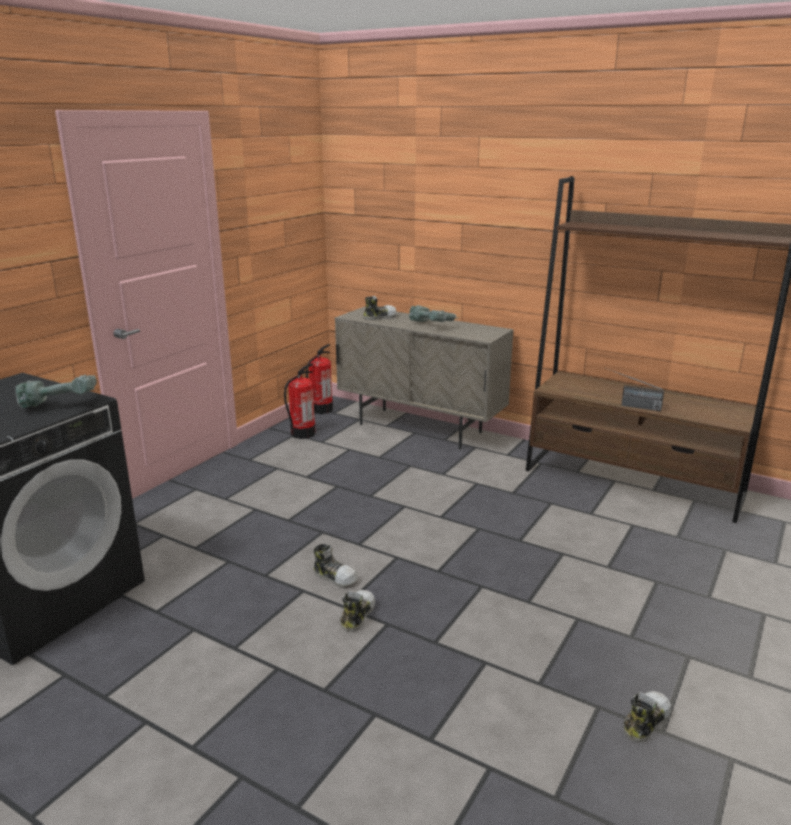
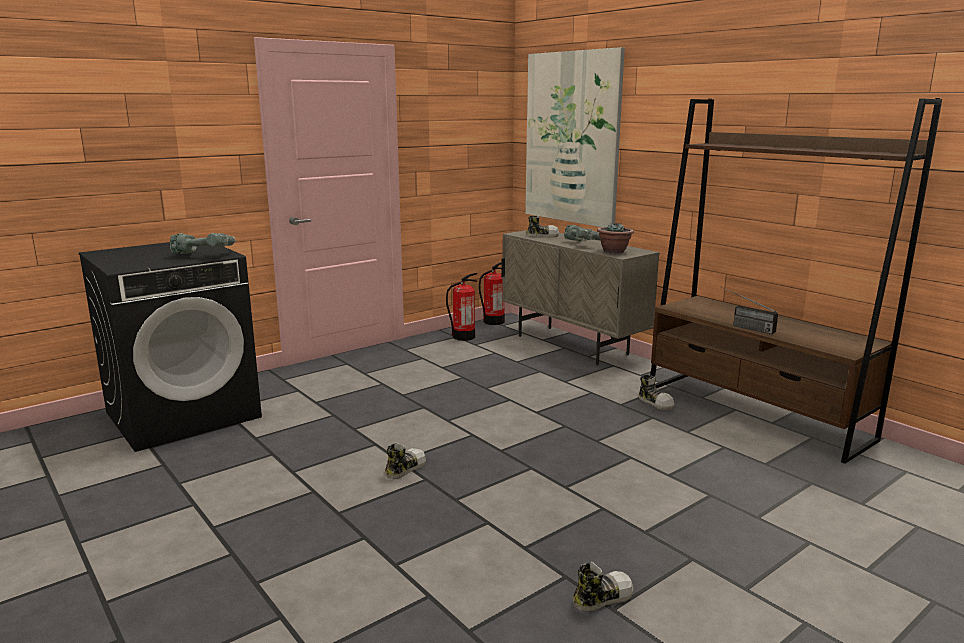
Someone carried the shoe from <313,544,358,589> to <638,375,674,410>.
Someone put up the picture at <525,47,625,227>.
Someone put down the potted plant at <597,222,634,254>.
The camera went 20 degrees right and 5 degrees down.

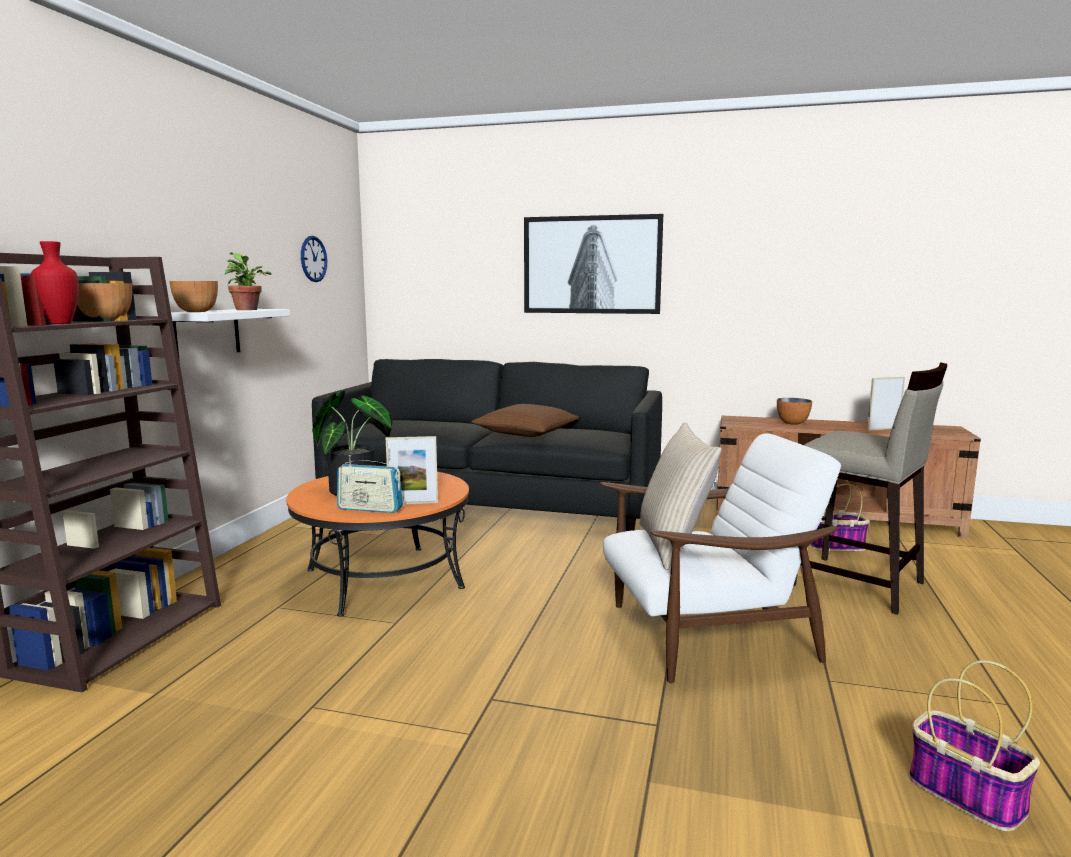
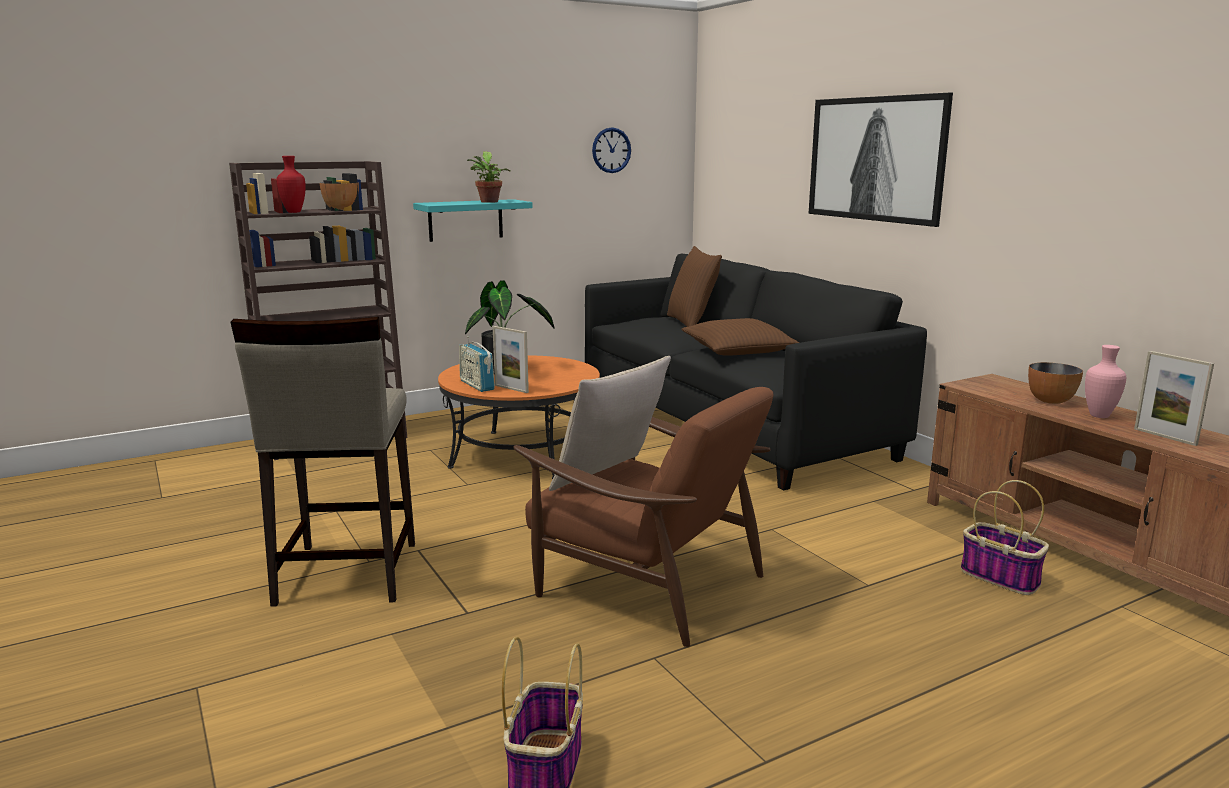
Someone took away the serving bowl at <170,281,218,312>.
Someone repainted the white-coloured shelf at <157,309,290,356>, which became the turquoise-coloured shelf at <413,199,533,242>.
Someone carried the sand-coloured stool seat from <794,362,947,615> to <230,317,415,607>.
Someone rotated the standing frame at <867,377,905,431> by 150 degrees counterclockwise.
Someone repainted the white-coloured lounge chair at <600,433,841,683>, which became the brown-coloured lounge chair at <513,387,774,647>.
Someone put down the brown-coloured pillow at <667,246,722,327>.
Someone put down the pink decorative vase at <1085,345,1126,418>.
The camera went 45 degrees right and 5 degrees up.

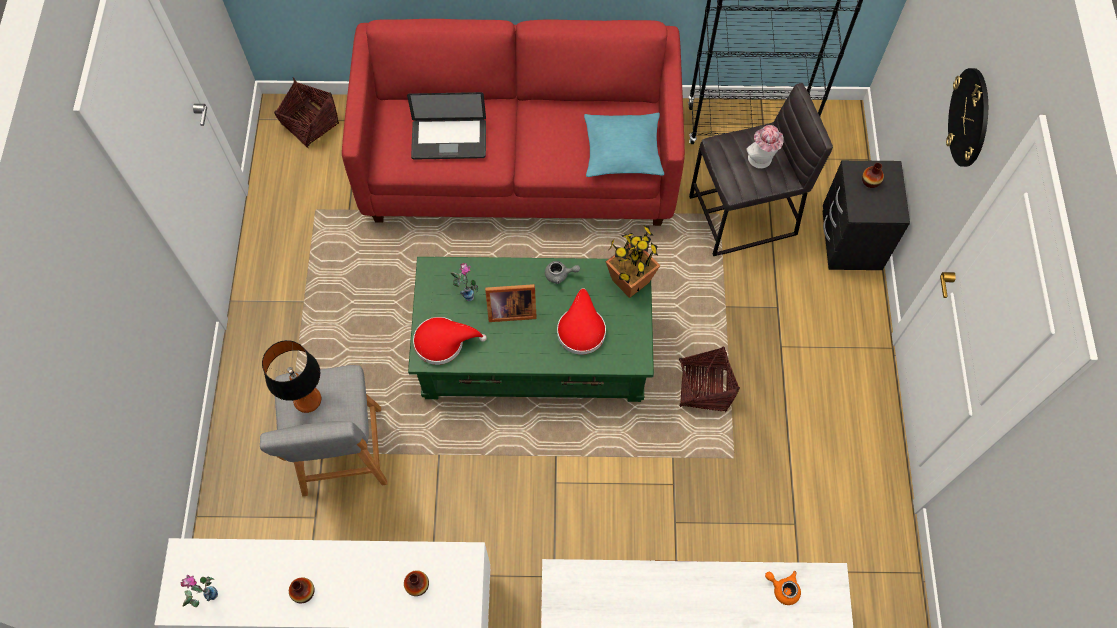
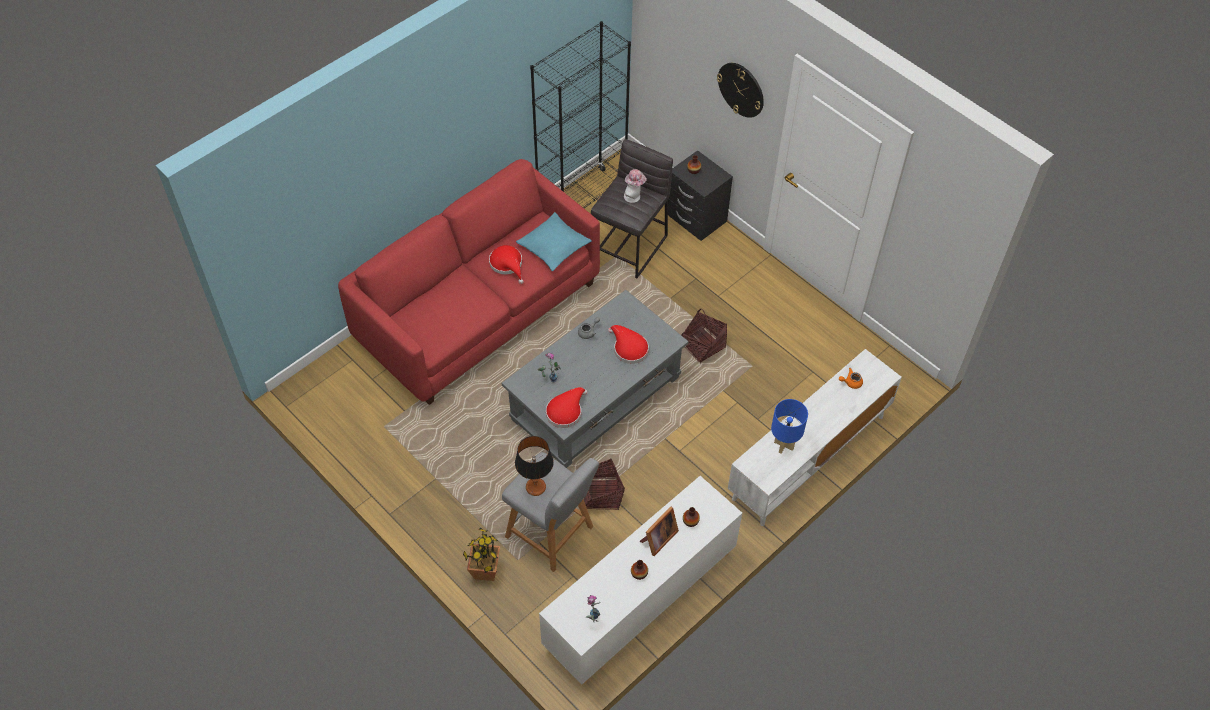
Someone carried the basket from <274,77,339,148> to <584,459,625,510>.
Someone took away the laptop at <407,92,486,160>.
Someone carried the potted plant from <606,225,660,298> to <463,528,500,581>.
Someone repainted the green-coloured coffee table at <408,257,654,402>, which became the greyish coffee table at <502,290,688,468>.
Someone carried the standing frame from <485,284,537,322> to <639,506,679,556>.
Someone put down the reddish clothing hat at <489,245,524,284>.
Someone put down the blue-coloured lamp for a table at <771,399,808,454>.
The camera went 45 degrees left and 10 degrees down.

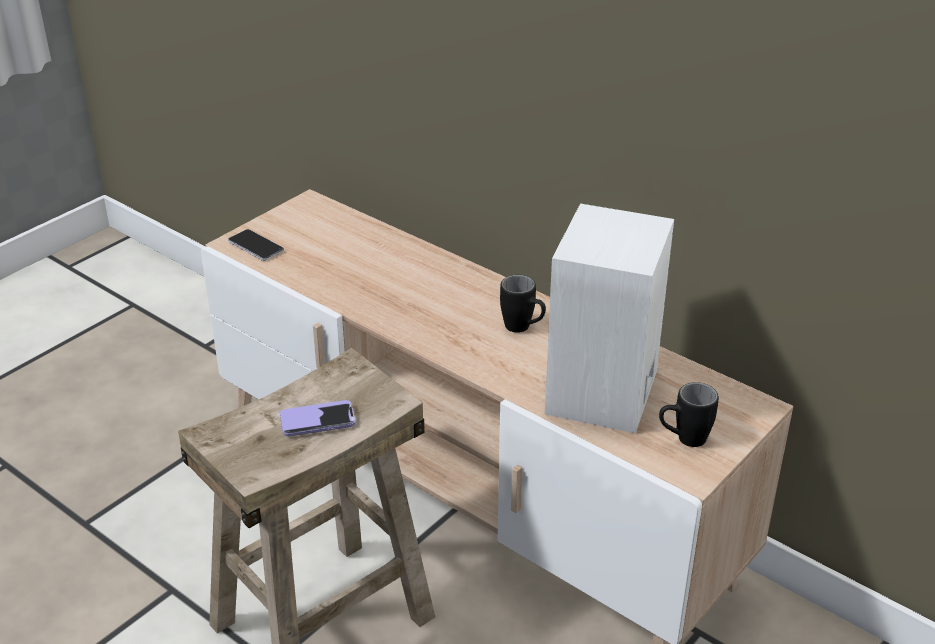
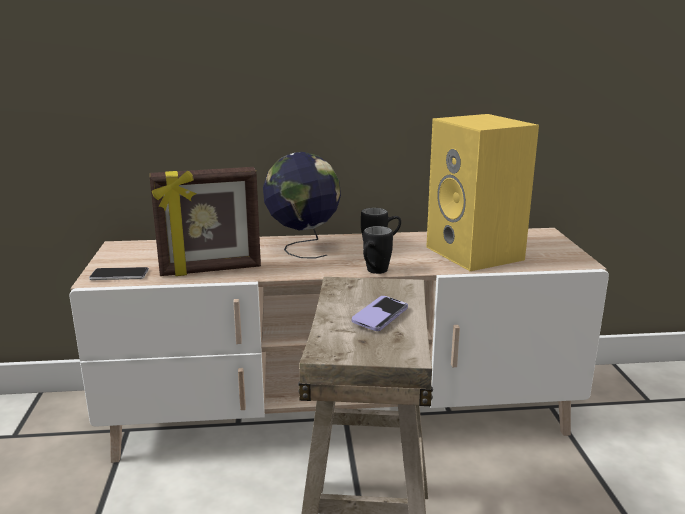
Someone repainted the white-coloured speaker at <545,204,674,434>, which became the yellowish speaker at <426,114,539,271>.
Someone carried the blackish mug from <659,382,719,447> to <363,226,393,274>.
Someone put down the globe at <263,152,341,258>.
Someone put down the standing frame at <149,167,261,276>.
The camera went 45 degrees left and 15 degrees down.

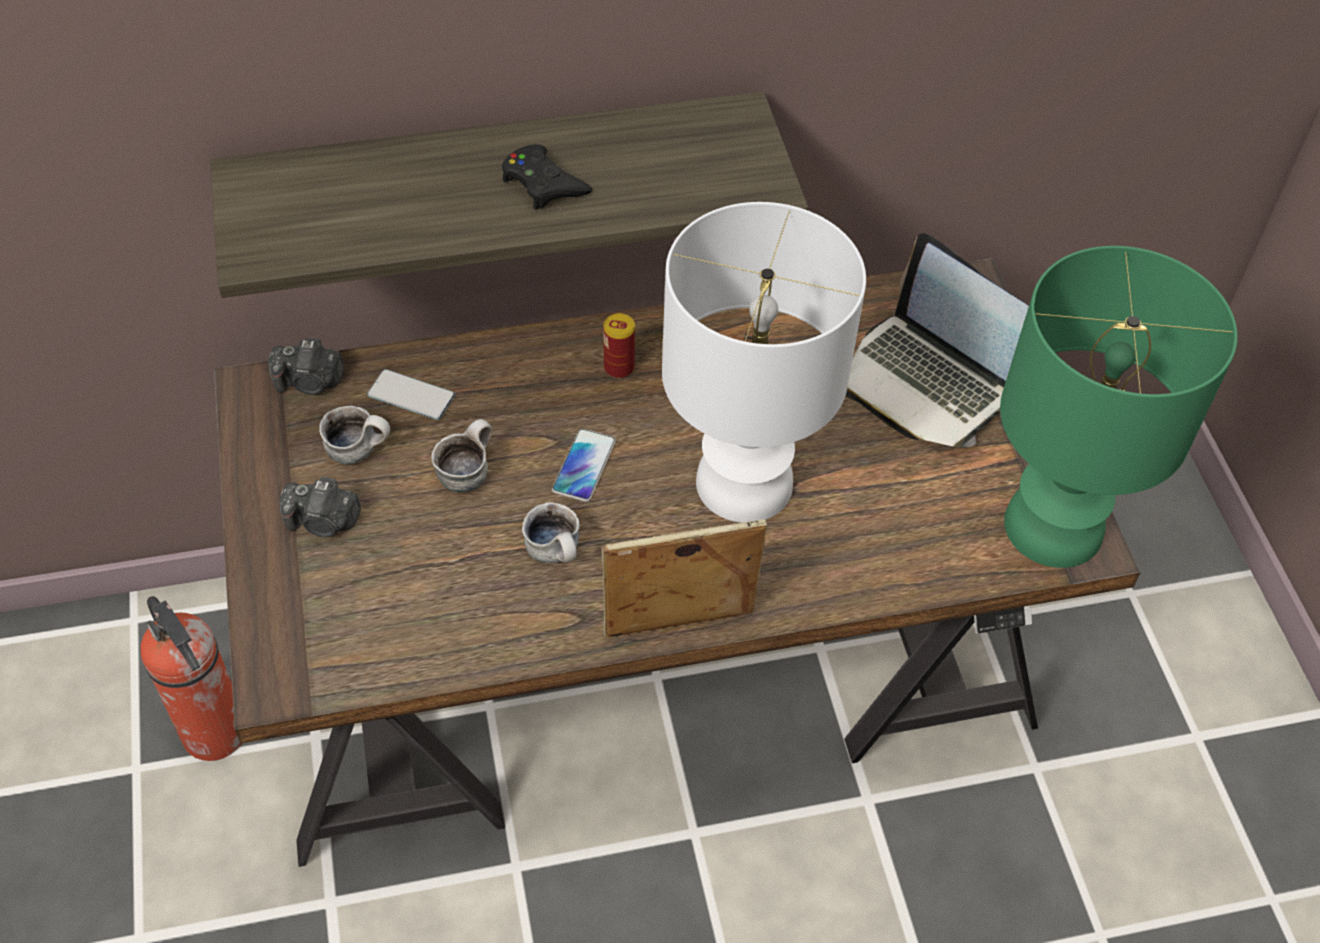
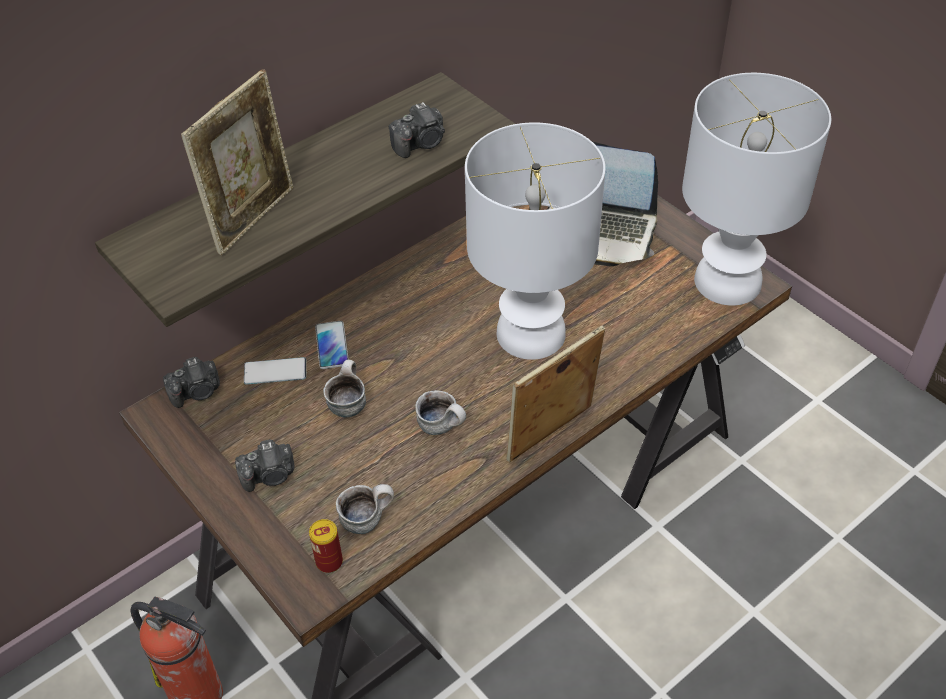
Someone took away the blackish gamepad at <502,144,592,210>.
Someone repainted the green-coloured lamp for a table at <1000,246,1238,568>, which became the white-coloured lamp for a table at <682,73,831,306>.
Someone carried the metal can from <603,313,635,379> to <309,519,343,573>.
Someone carried the mug from <319,406,390,464> to <336,484,394,534>.
Someone carried the telephone from <552,428,616,502> to <315,321,349,369>.
Someone put down the standing frame at <181,69,293,255>.
Someone put down the still camera at <389,102,445,158>.
The camera went 25 degrees left and 5 degrees down.

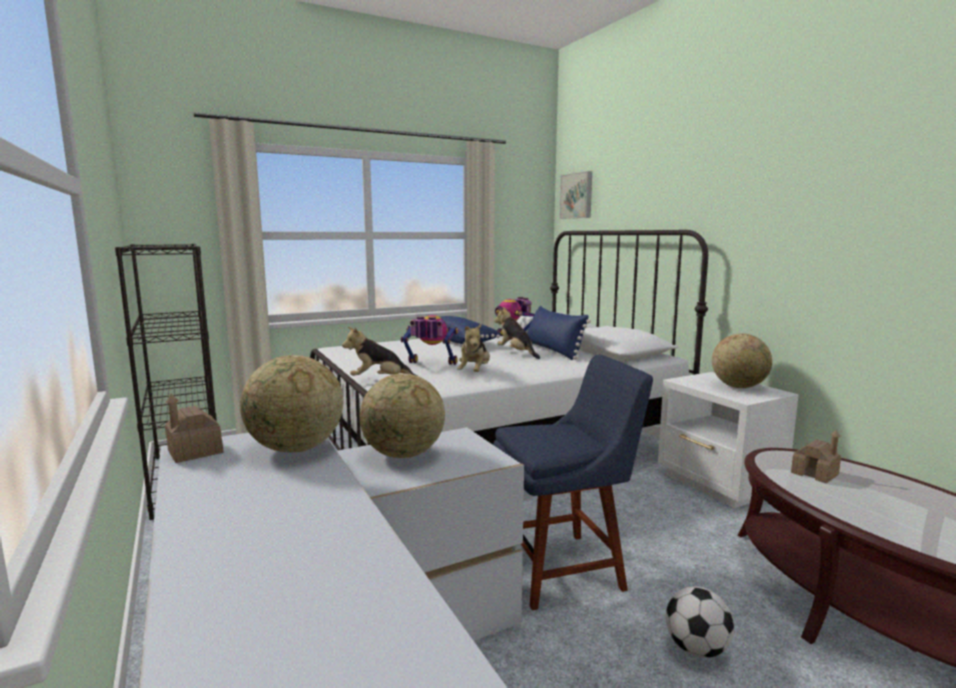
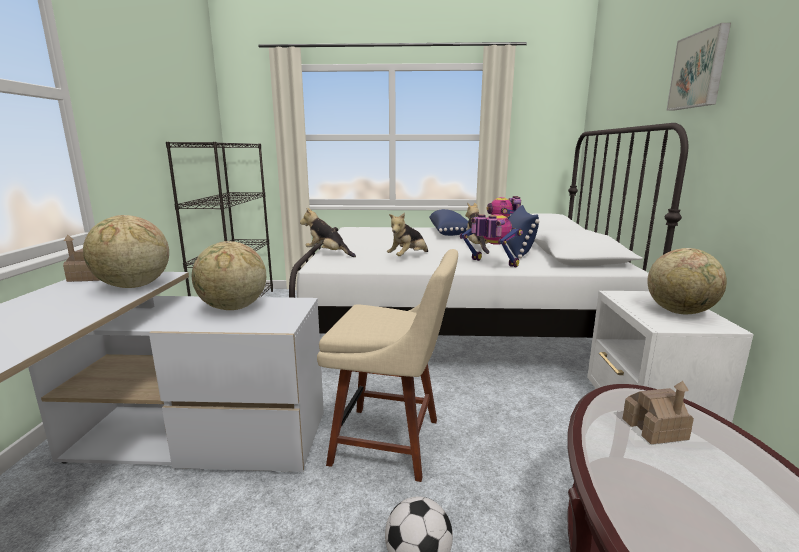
Someone carried the picture from <560,171,592,219> to <666,23,731,111>.
Someone carried the toy robot from <400,315,459,365> to <460,214,523,267>.
Someone repainted the blue-coloured upright chair at <493,355,653,610>, which became the sand-coloured upright chair at <317,249,458,482>.
The camera went 30 degrees right and 5 degrees up.

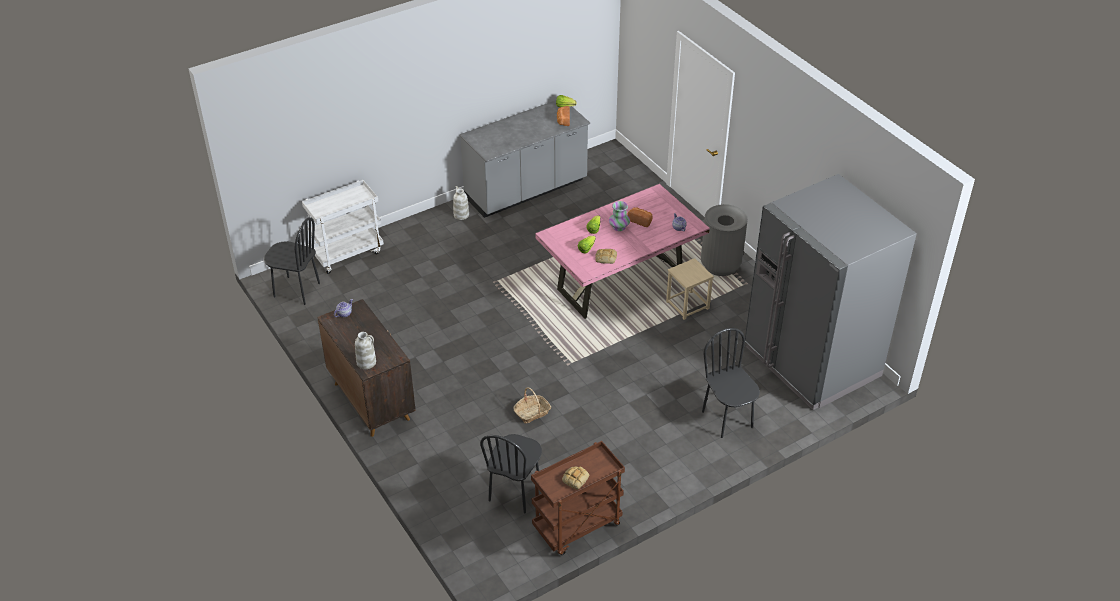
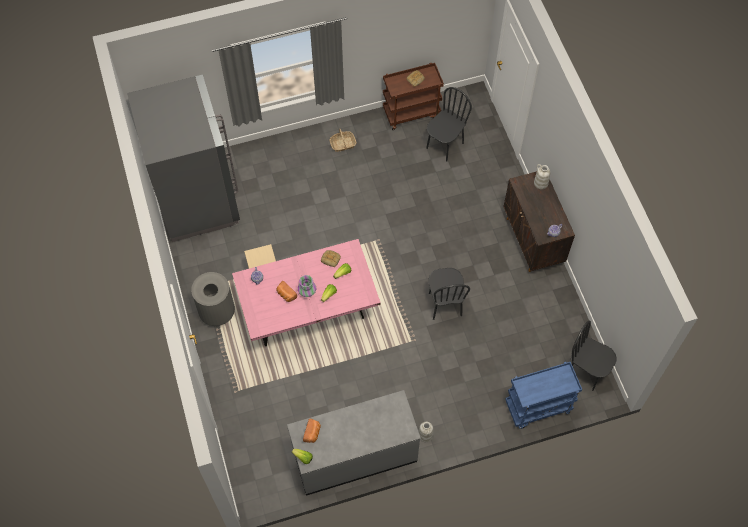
Someone repainted the white-coloured cart at <302,180,384,274>, which became the blue-coloured cart at <505,362,582,429>.
Someone carried the blackish upright chair from <702,328,760,438> to <428,268,470,320>.
Someone carried the basket from <513,387,551,424> to <329,129,356,152>.
The camera went 165 degrees left and 20 degrees up.

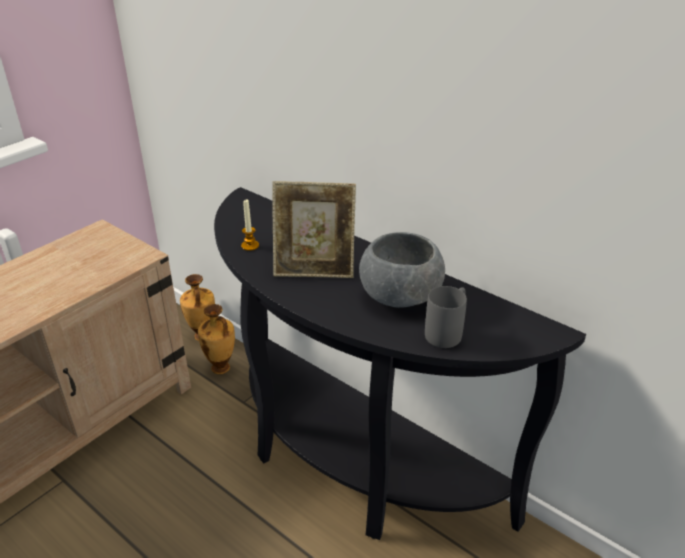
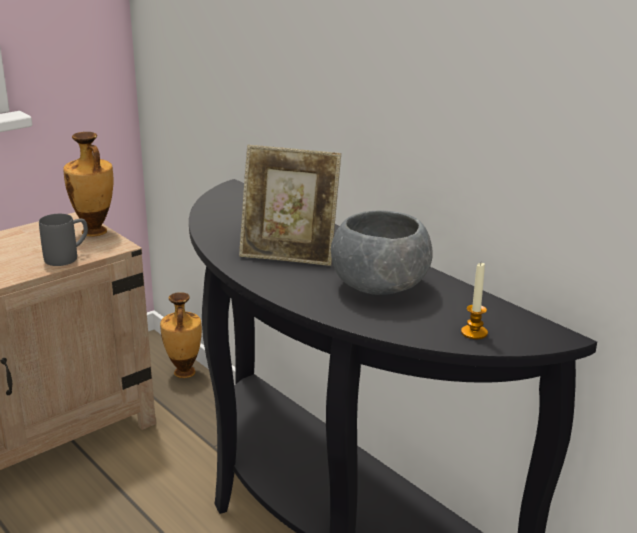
Someone carried the candle from <241,200,259,251> to <461,263,488,339>.
Someone carried the greyish mug from <425,286,467,348> to <39,214,88,266>.
Someone carried the decorative vase from <198,304,235,374> to <63,132,113,237>.
The camera went 10 degrees right and 10 degrees down.

